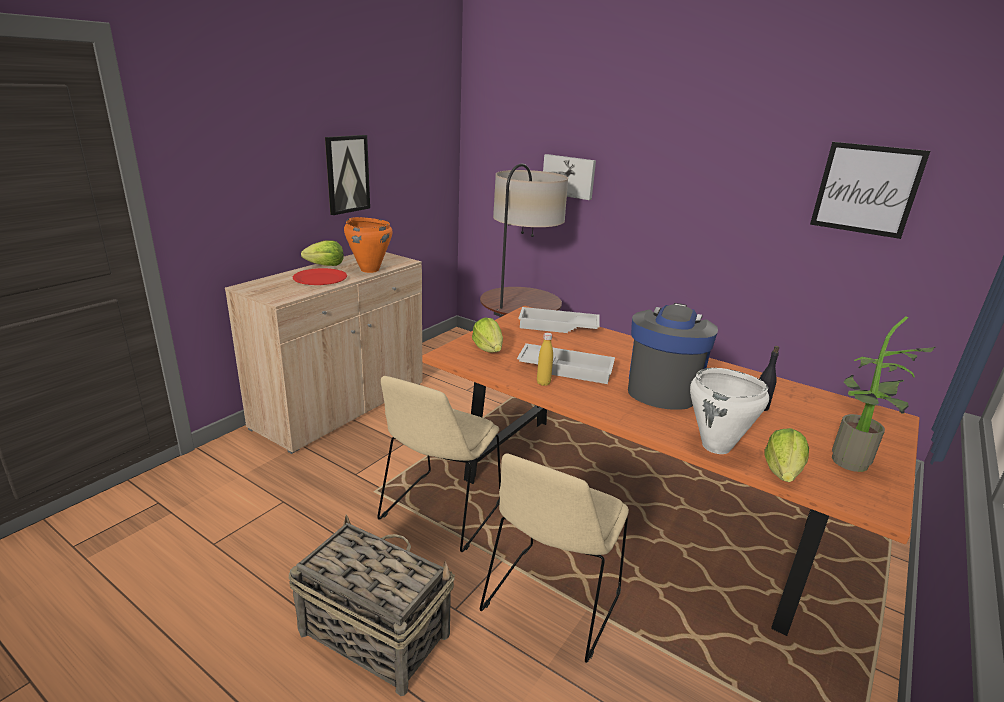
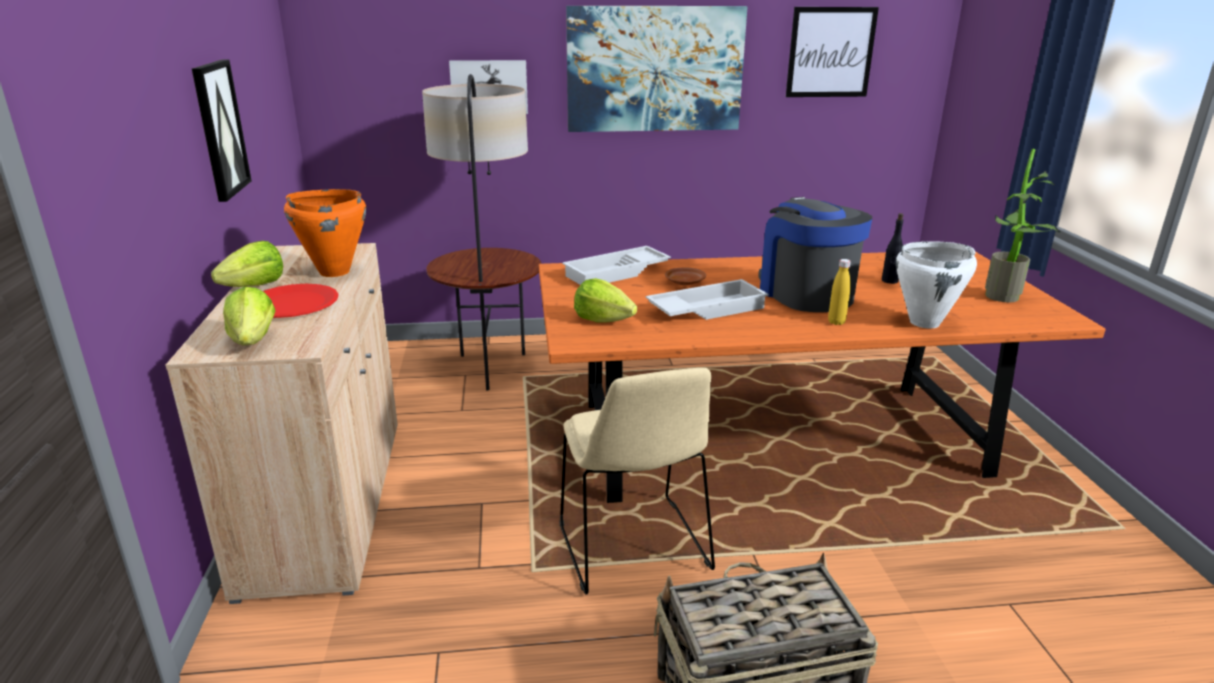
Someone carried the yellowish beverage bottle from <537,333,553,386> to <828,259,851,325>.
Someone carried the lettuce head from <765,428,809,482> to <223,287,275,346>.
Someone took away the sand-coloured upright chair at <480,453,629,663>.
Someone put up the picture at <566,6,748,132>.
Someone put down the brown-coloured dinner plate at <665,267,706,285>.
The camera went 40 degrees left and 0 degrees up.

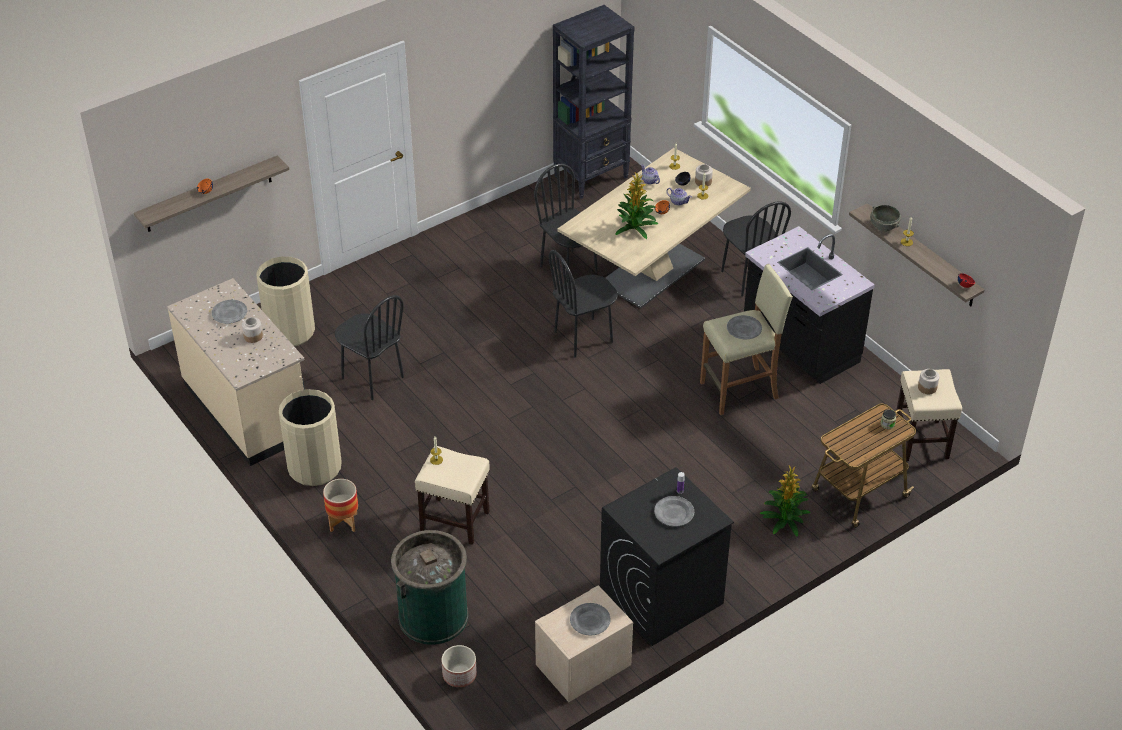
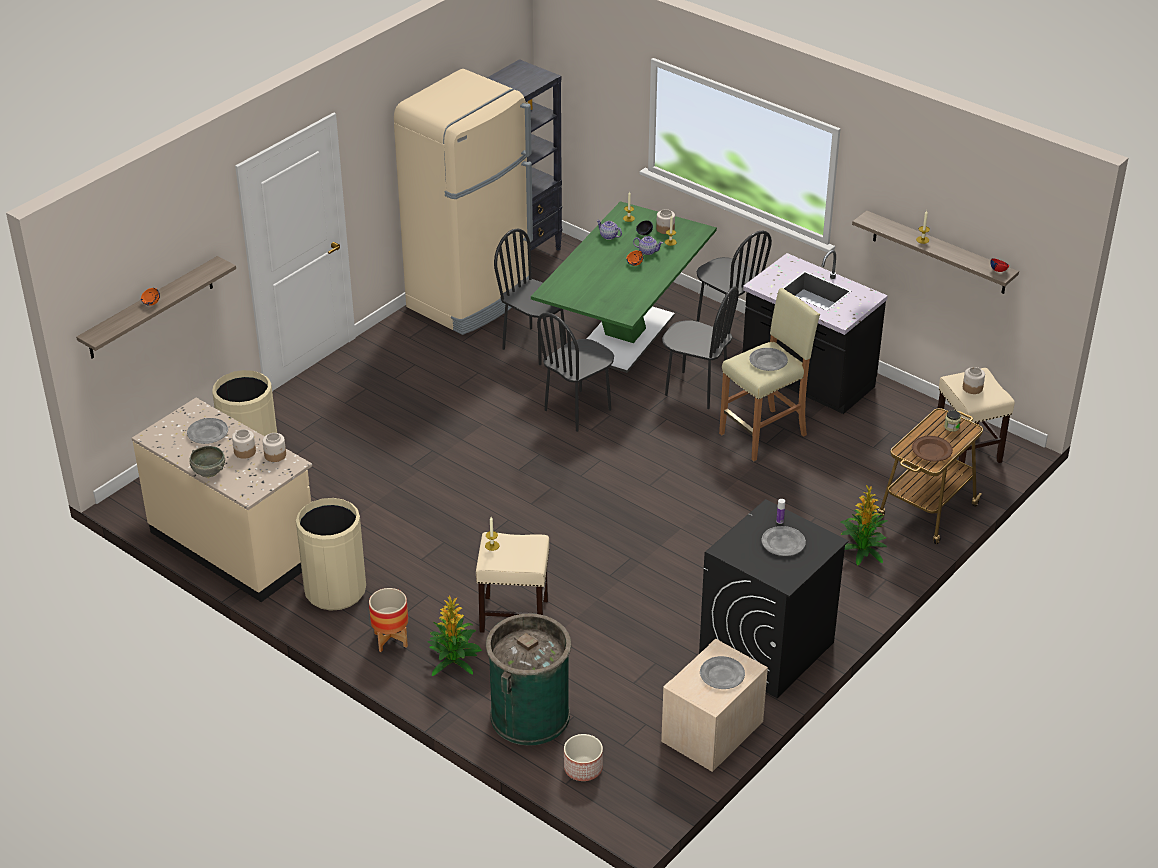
Someone repainted the sand-coloured kitchen table at <558,148,751,309>, which became the green-coloured kitchen table at <531,201,717,373>.
Someone carried the potted plant from <615,173,658,239> to <427,595,482,676>.
Someone carried the greyish serving bowl from <870,205,901,232> to <189,446,225,477>.
Someone carried the blackish upright chair from <335,295,404,400> to <662,286,739,409>.
Someone put down the sand-coloured fridge at <394,69,533,335>.
Someone put down the storage jar at <263,433,286,462>.
Someone put down the brown-coloured dinner plate at <912,436,953,462>.
The camera went 15 degrees left and 5 degrees down.

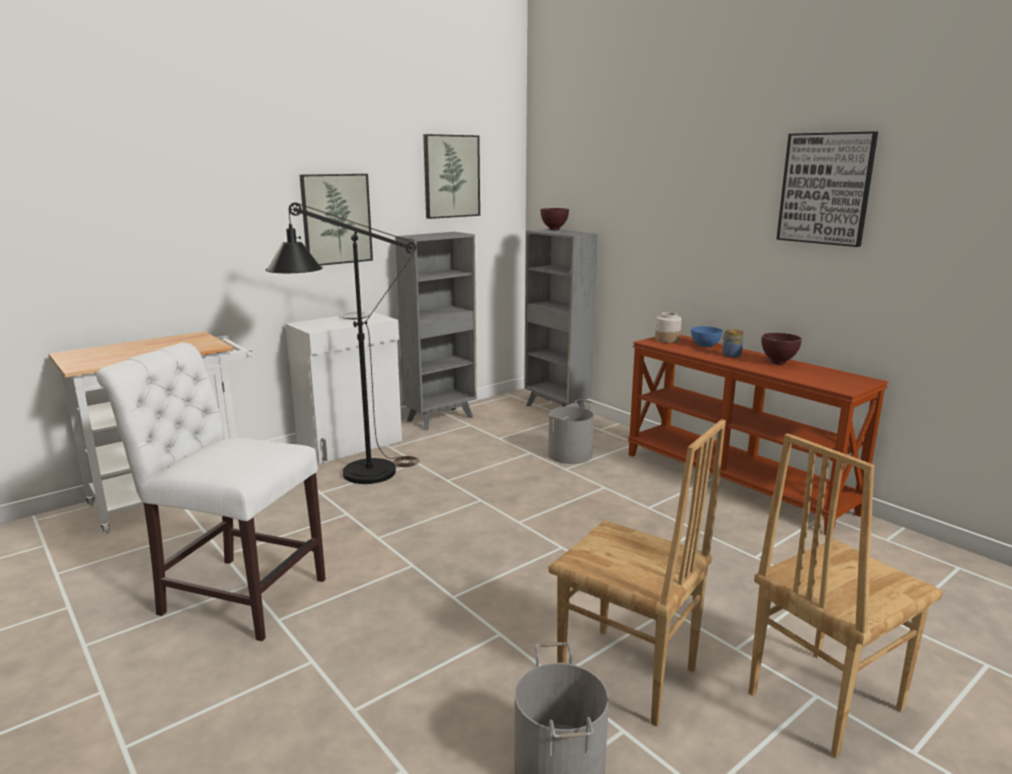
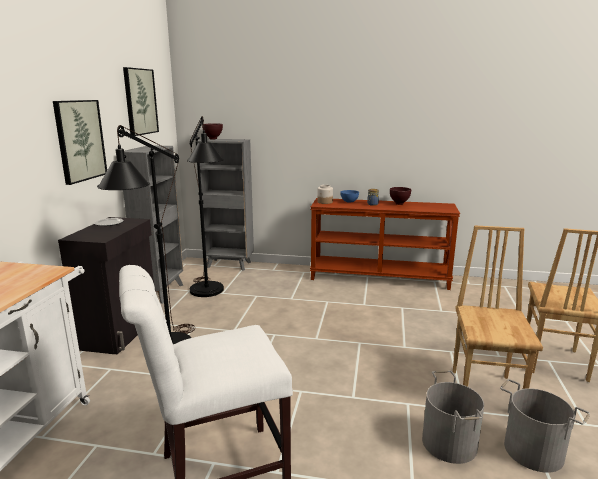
Someone took away the picture at <776,131,878,247>.
Someone repainted the white-coloured cupboard at <285,311,402,464>, which became the blackish cupboard at <58,217,154,355>.
Someone carried the greyish bucket from <548,399,594,464> to <422,370,484,464>.
Someone rotated the brown-coloured upright chair at <549,419,726,726> by 75 degrees counterclockwise.
Someone put down the blackish standing lamp at <187,116,224,297>.
The camera went 40 degrees left and 0 degrees up.

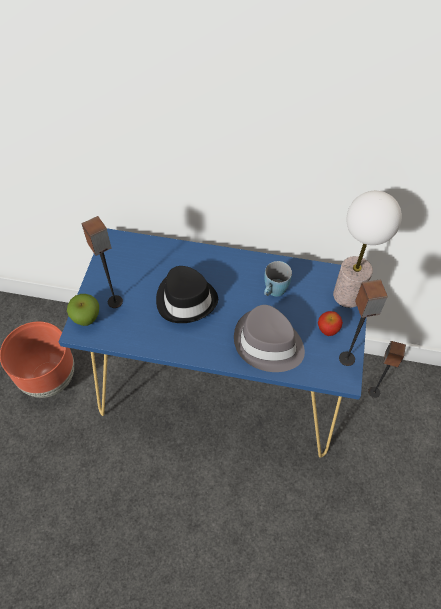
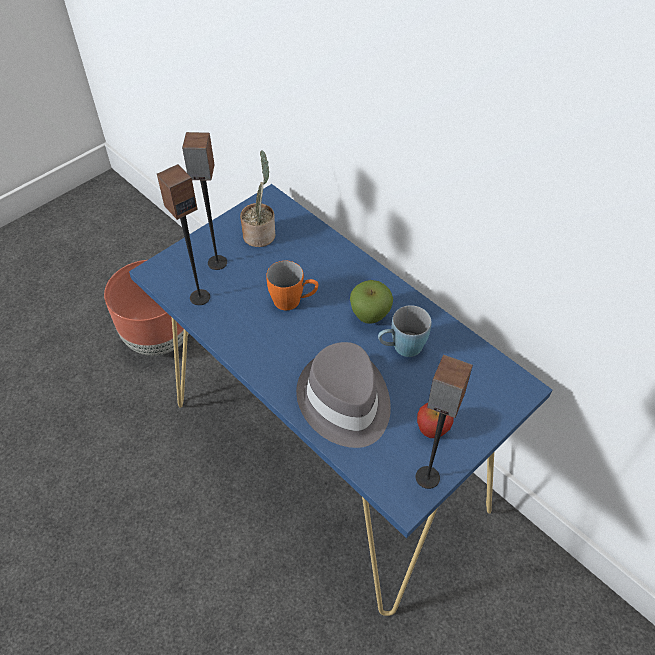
Someone took away the lamp for a table at <333,191,402,308>.
Someone swapped the blackish clothing hat at <156,266,218,323> for the orange mug at <266,261,319,310>.
Someone carried the apple fruit from <67,294,99,326> to <350,280,393,324>.
Someone carried the speaker from <368,341,406,398> to <157,164,210,305>.
Someone put down the potted plant at <240,150,276,247>.
The camera went 35 degrees right and 5 degrees down.

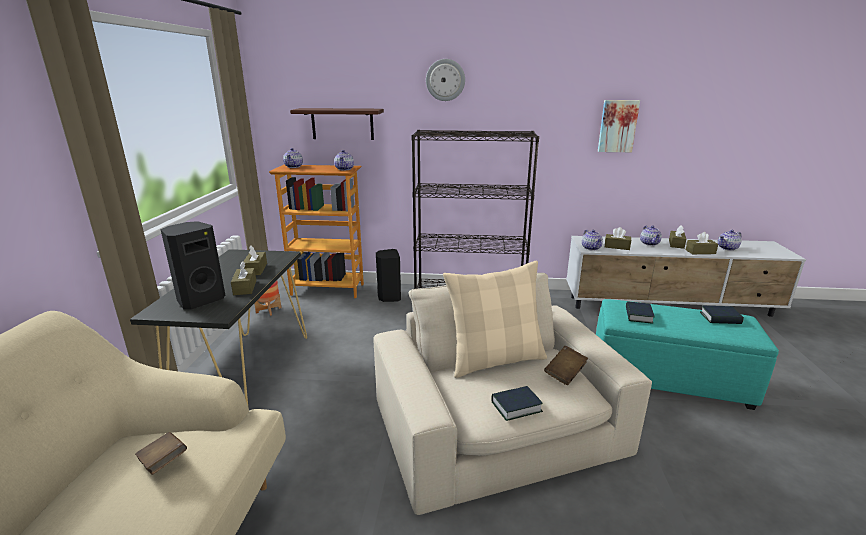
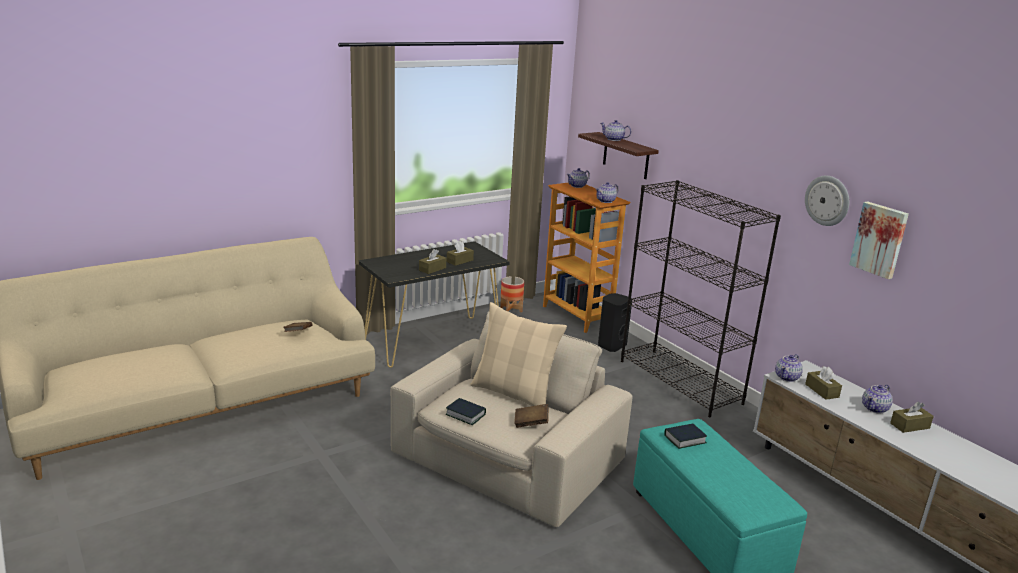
Someone carried the hanging clock from <426,59,465,101> to <805,176,849,226>.
Someone took away the blackish speaker at <160,221,225,310>.
Someone carried the pot for tea from <718,230,742,251> to <601,120,631,141>.
Someone took away the brown-coloured tissue holder at <686,232,718,254>.
Someone took away the bound book at <700,306,744,324>.
The camera went 50 degrees right and 0 degrees up.

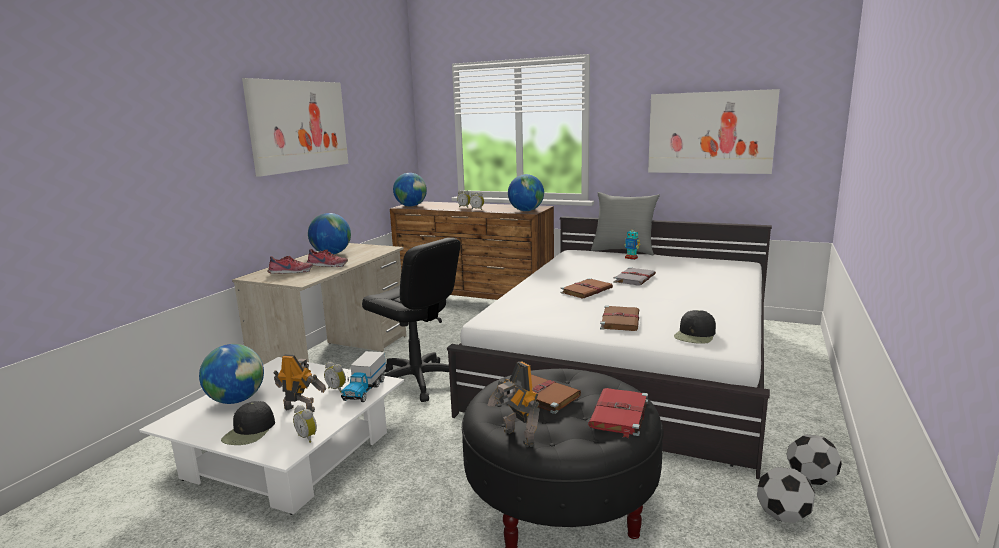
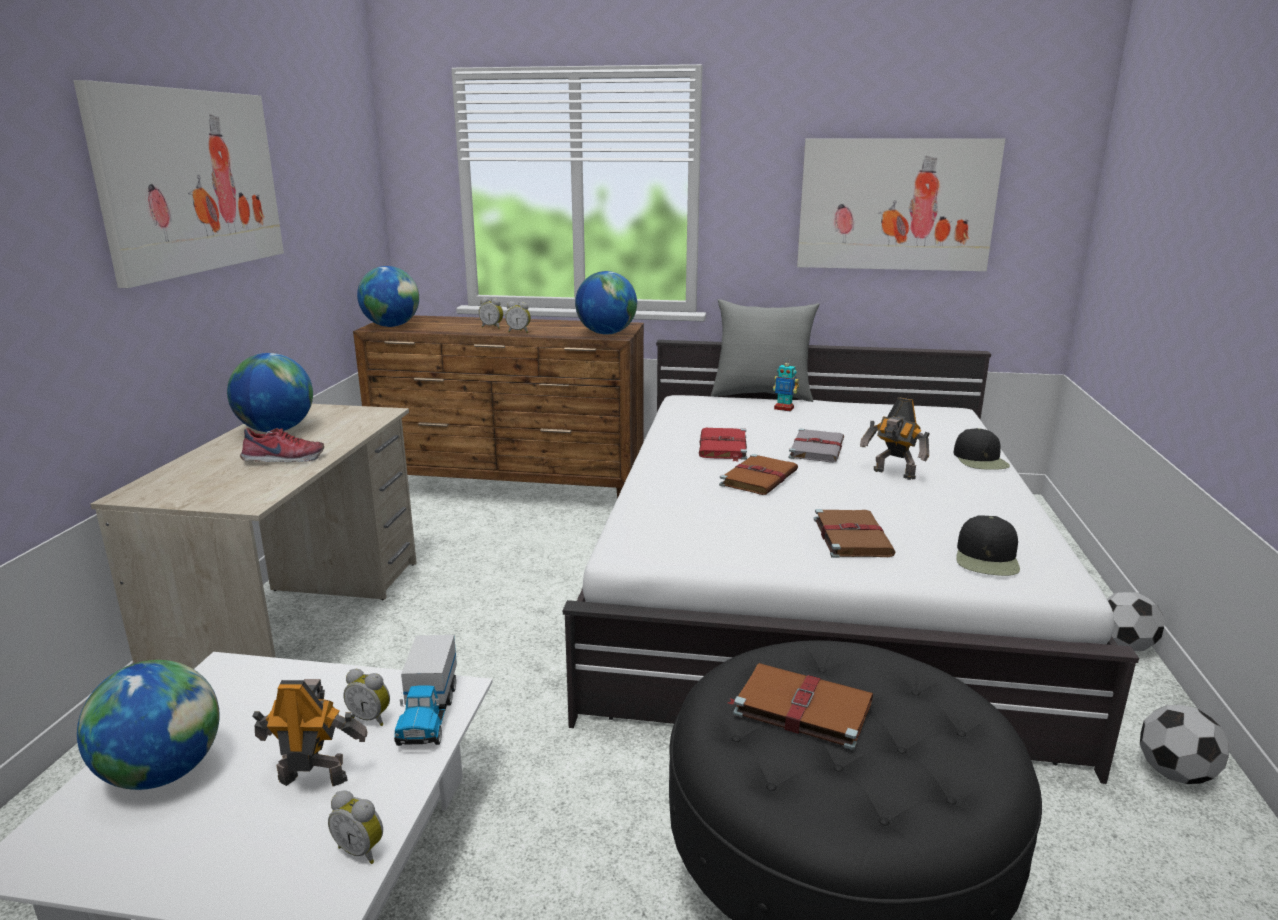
Someone took away the blackish office chair at <362,238,461,402>.
Someone took away the shoe at <268,256,313,274>.
Someone carried the toy robot from <488,361,540,447> to <860,398,930,480>.
Someone carried the reddish bound book from <588,388,648,438> to <699,428,747,462>.
Someone carried the blackish cap from <221,401,275,445> to <953,428,1010,470>.
Someone carried the ball for football from <757,467,815,523> to <1107,592,1164,651>.
The camera went 15 degrees left and 5 degrees up.

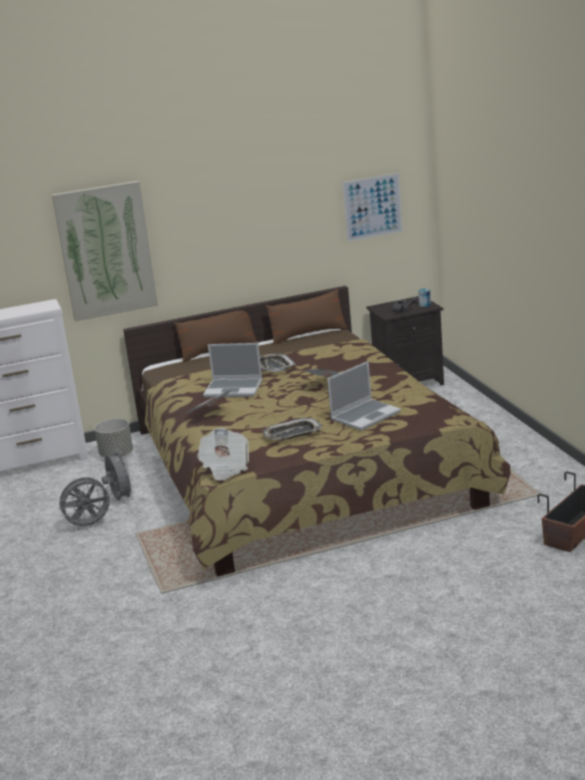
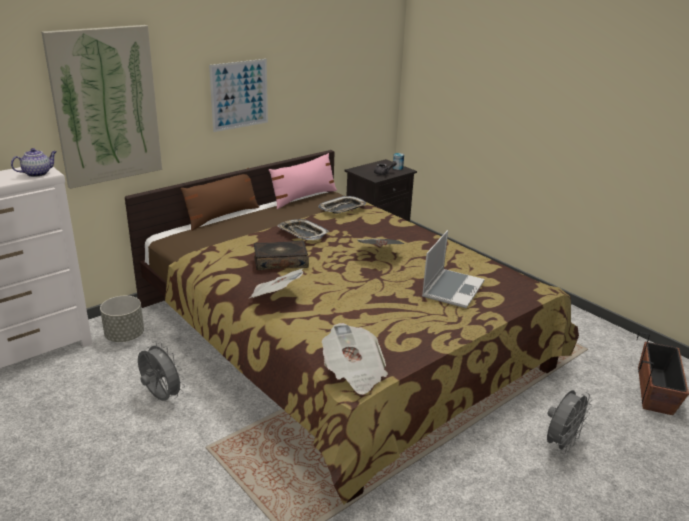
Someone carried the picture from <343,173,403,242> to <209,59,268,132>.
Someone repainted the brown-coloured pillow at <266,289,348,345>, which became the pink pillow at <269,153,337,209>.
Someone swapped the laptop at <203,343,263,397> for the bound book at <254,240,309,270>.
Someone carried the serving tray from <263,418,322,440> to <318,196,366,214>.
Someone carried the greyish cooling fan from <59,477,114,530> to <547,390,593,454>.
Someone put down the pot for tea at <11,148,57,177>.
The camera went 25 degrees left and 5 degrees up.

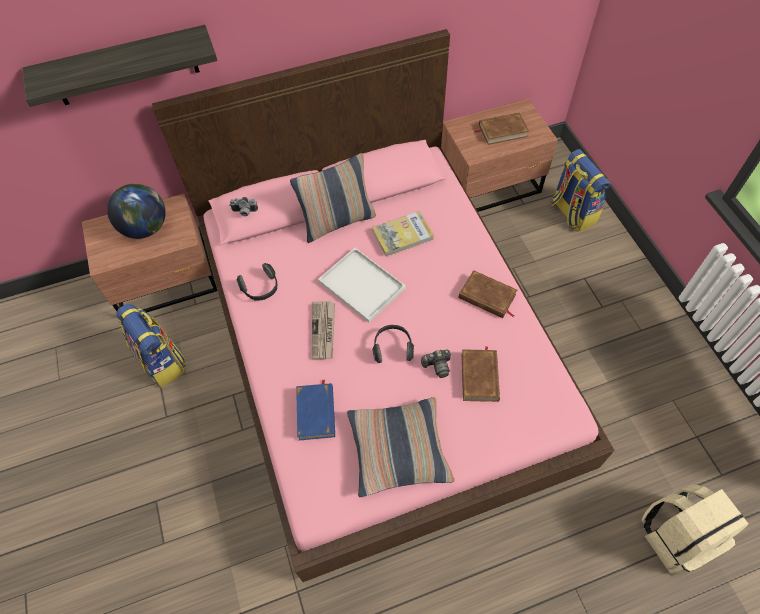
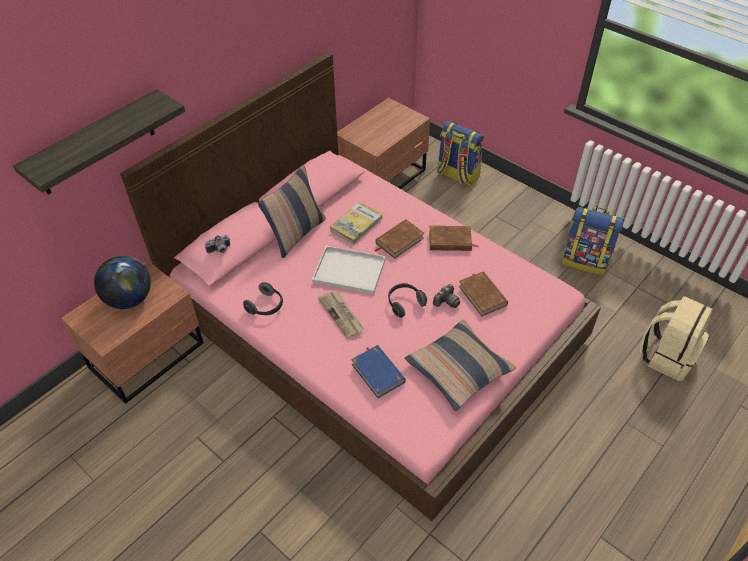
Someone carried the brown-coloured bound book from <474,112,529,145> to <374,219,424,258>.
Someone carried the knapsack from <116,304,185,388> to <562,207,623,275>.
The camera went 30 degrees left and 10 degrees down.

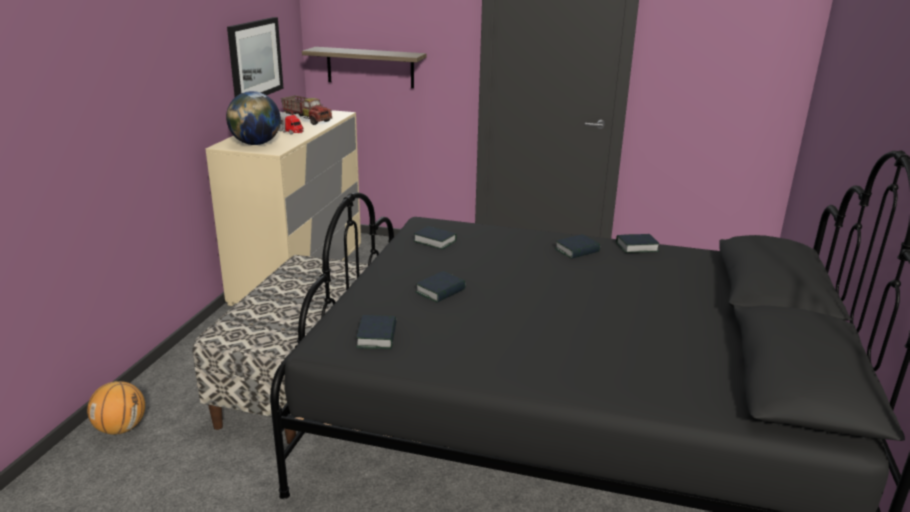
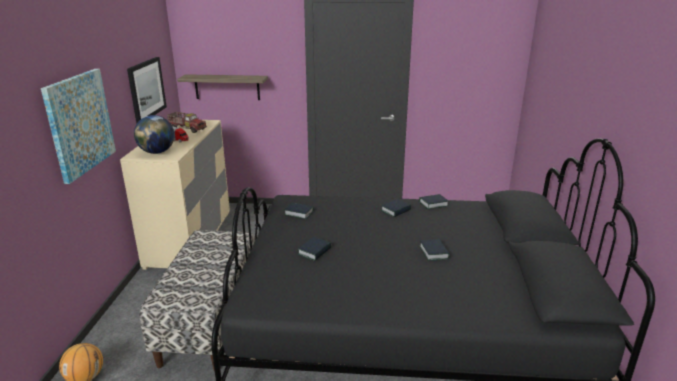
Someone carried the bound book from <356,315,397,349> to <419,239,450,261>.
Someone put up the picture at <41,69,116,184>.
The camera went 10 degrees left and 0 degrees up.

